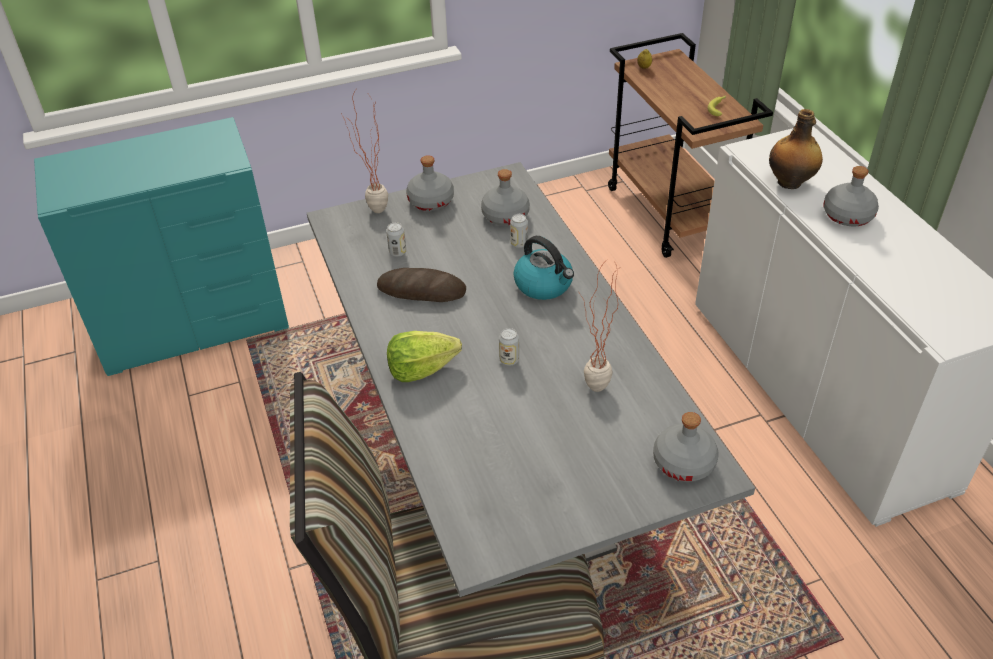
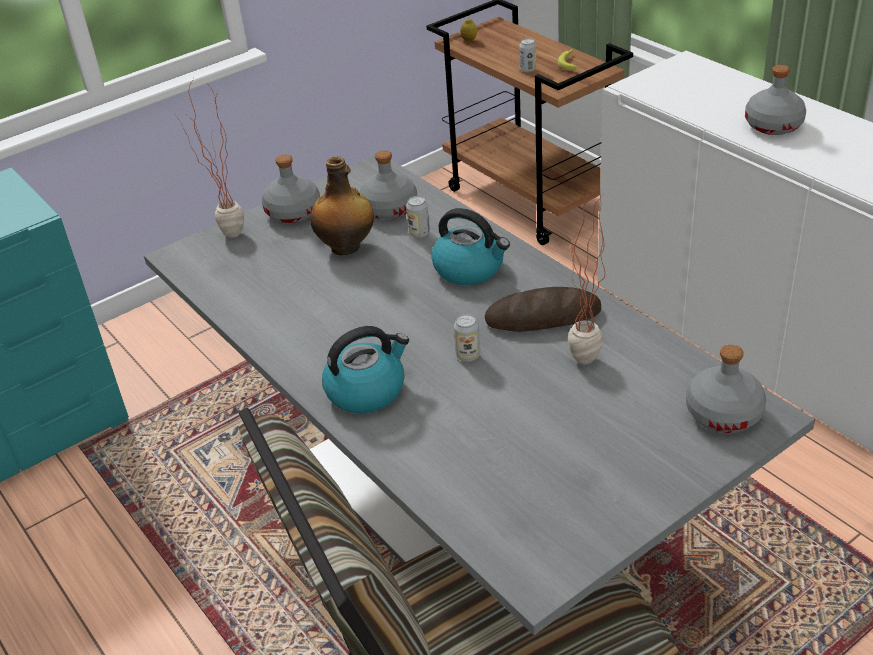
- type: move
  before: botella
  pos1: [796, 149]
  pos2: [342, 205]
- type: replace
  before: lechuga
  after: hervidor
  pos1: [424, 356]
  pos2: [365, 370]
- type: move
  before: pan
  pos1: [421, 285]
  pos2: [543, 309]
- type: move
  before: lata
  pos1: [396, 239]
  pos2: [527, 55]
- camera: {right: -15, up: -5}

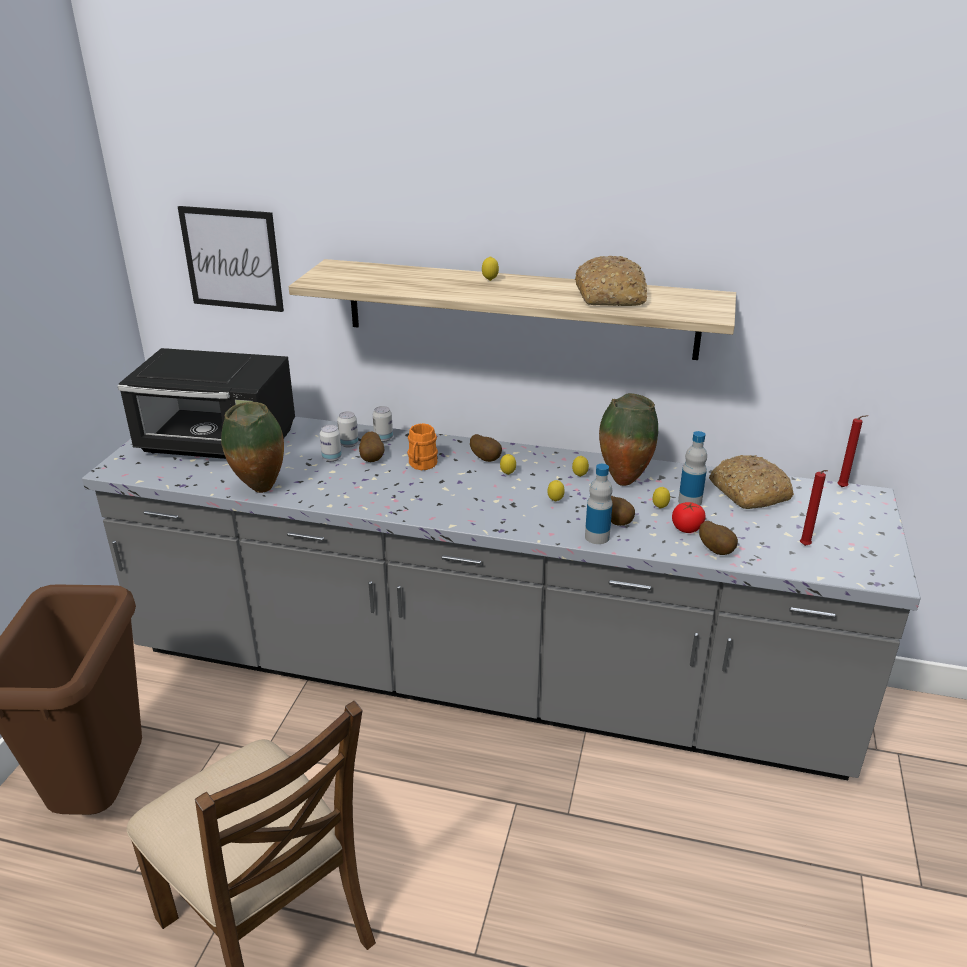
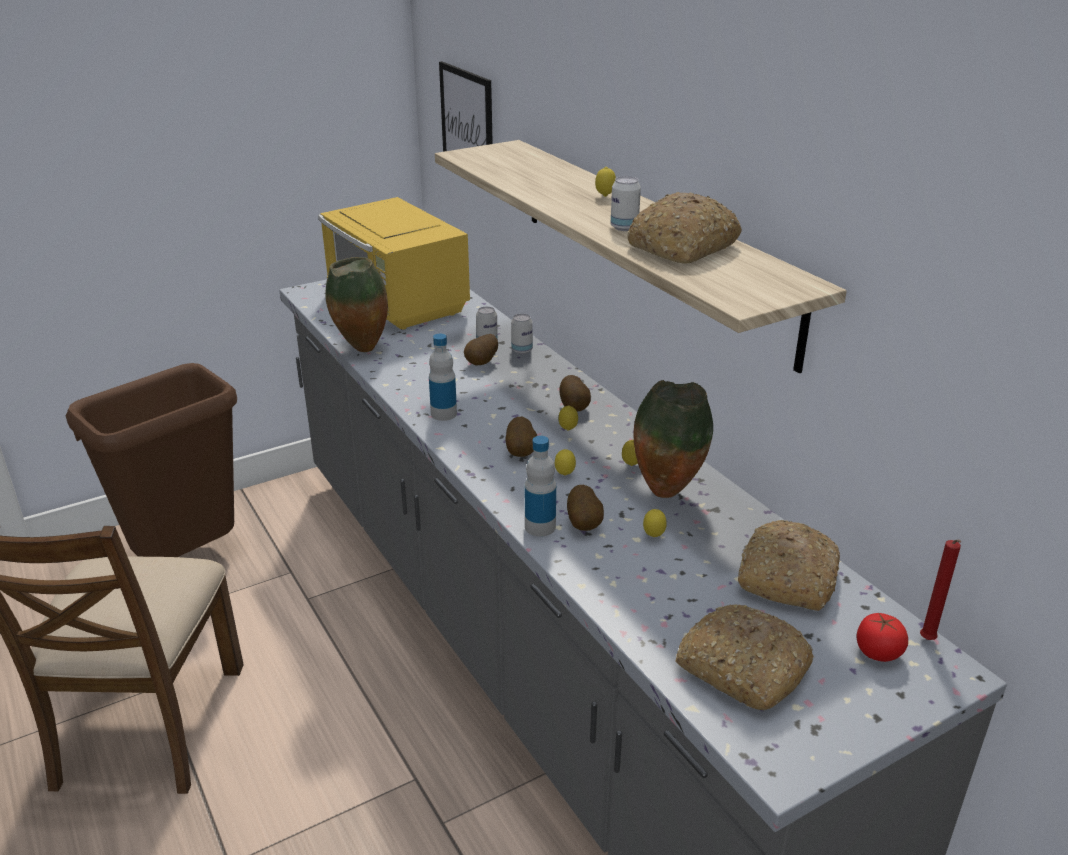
- type: recolor
  before: microondas [negro]
  after: microondas [amarillo]
  pos1: [206, 403]
  pos2: [394, 263]
- type: move
  before: botella
  pos1: [692, 468]
  pos2: [443, 377]
- type: move
  before: patata
  pos1: [718, 538]
  pos2: [521, 437]
- type: move
  before: lata
  pos1: [331, 443]
  pos2: [626, 203]
- type: replace
  before: vela [rojo]
  after: pan
  pos1: [814, 508]
  pos2: [745, 657]
- type: move
  before: tomate
  pos1: [689, 517]
  pos2: [882, 637]
- type: delete
  before: taza grande [naranja]
  pos1: [422, 446]
- camera: {right: 45, up: 0}

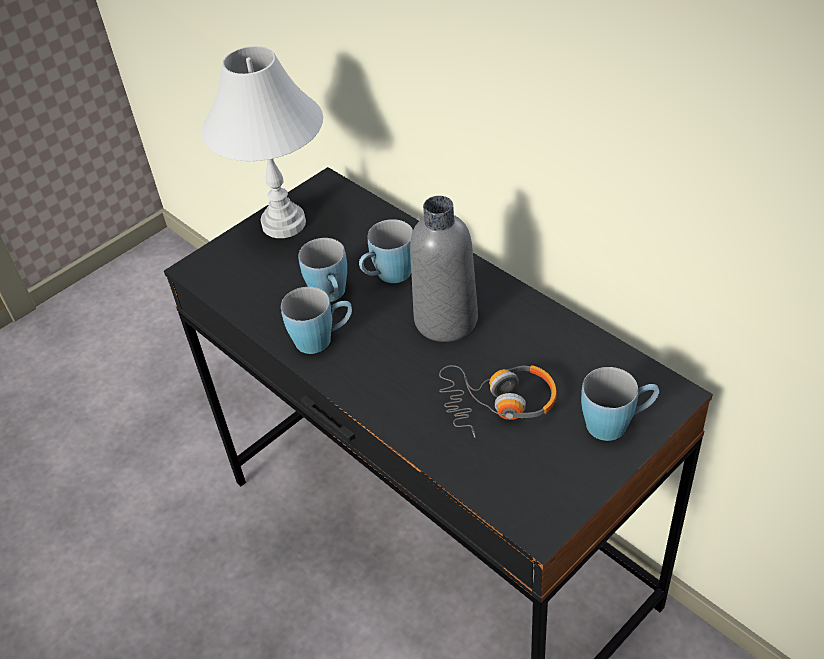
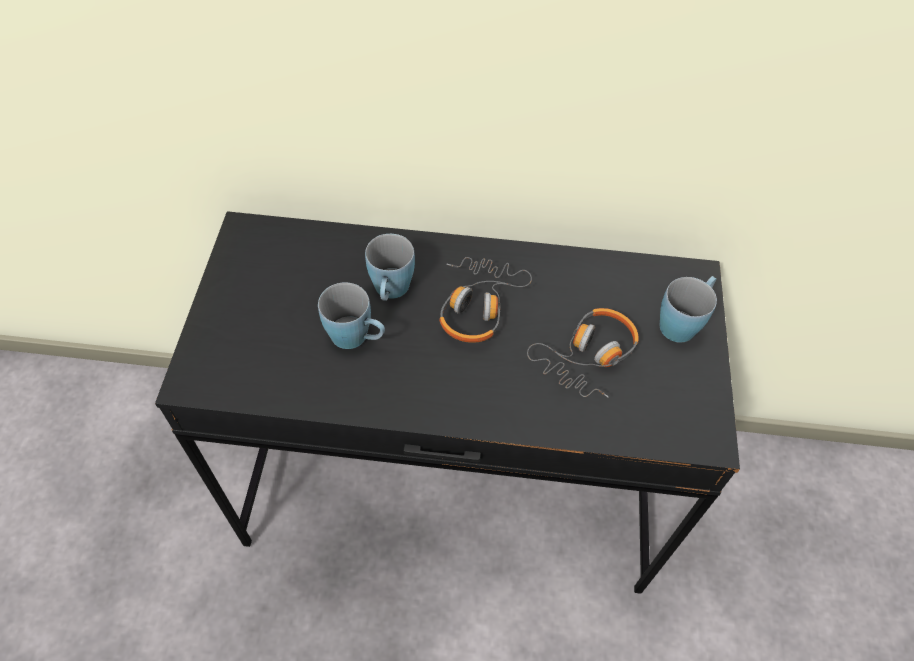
- type: replace
  before: botella [gris]
  after: auriculares
  pos1: [444, 269]
  pos2: [485, 300]
- type: delete
  before: lámpara de mesa [blanco]
  pos1: [262, 142]
- type: delete
  before: taza grande [azul]
  pos1: [316, 320]
- camera: {right: -45, up: 10}

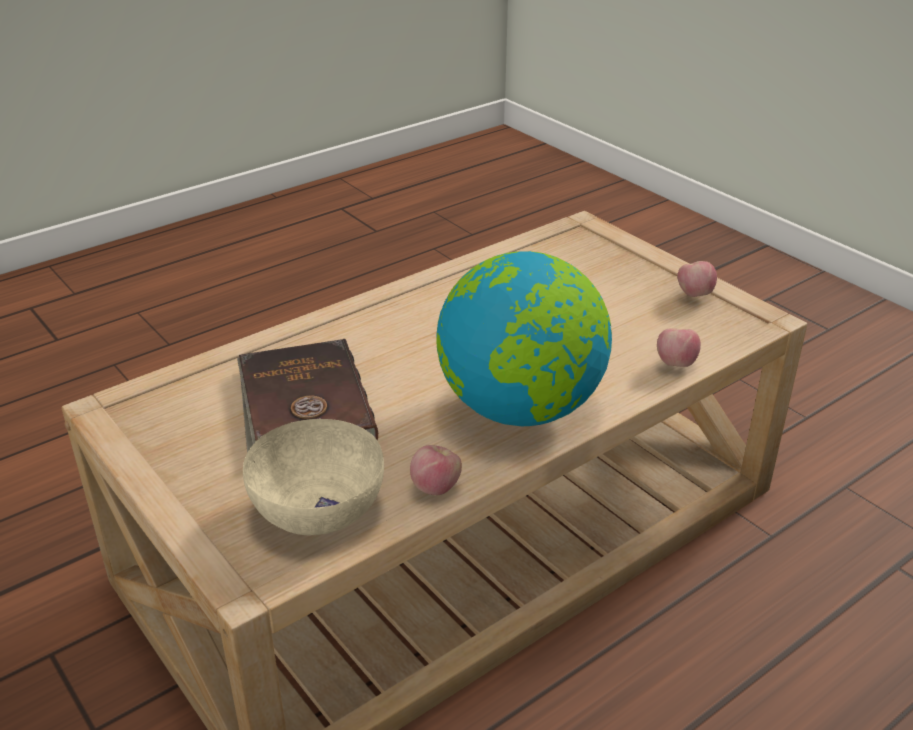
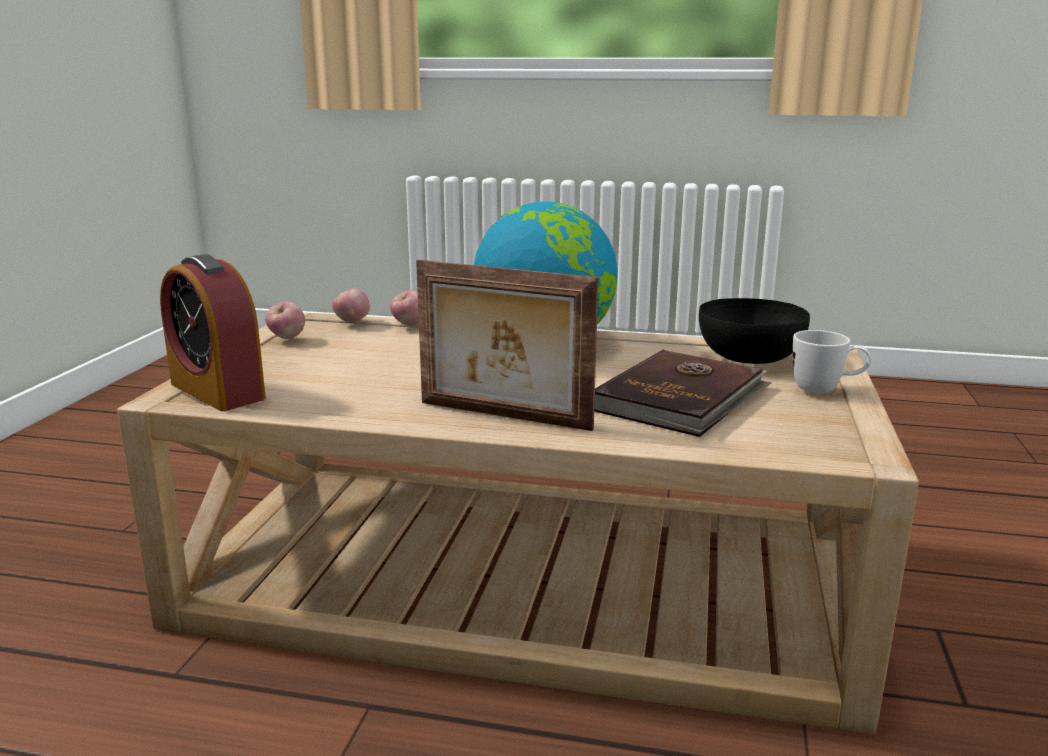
- type: insert
  after: despertador
  pos2: [213, 332]
- type: move
  before: manzana
  pos1: [436, 470]
  pos2: [351, 305]
- type: insert
  after: portarretratos
  pos2: [507, 345]
- type: recolor
  before: cuenco [beis]
  after: cuenco [negro]
  pos1: [313, 476]
  pos2: [754, 331]
- type: insert
  after: taza grande [blanco]
  pos2: [832, 361]
- camera: {right: -130, up: -15}

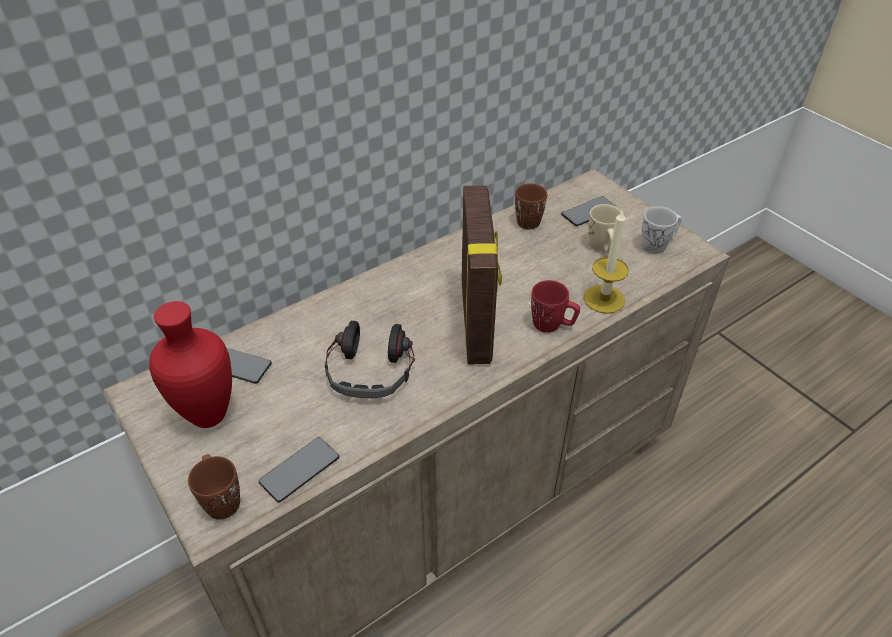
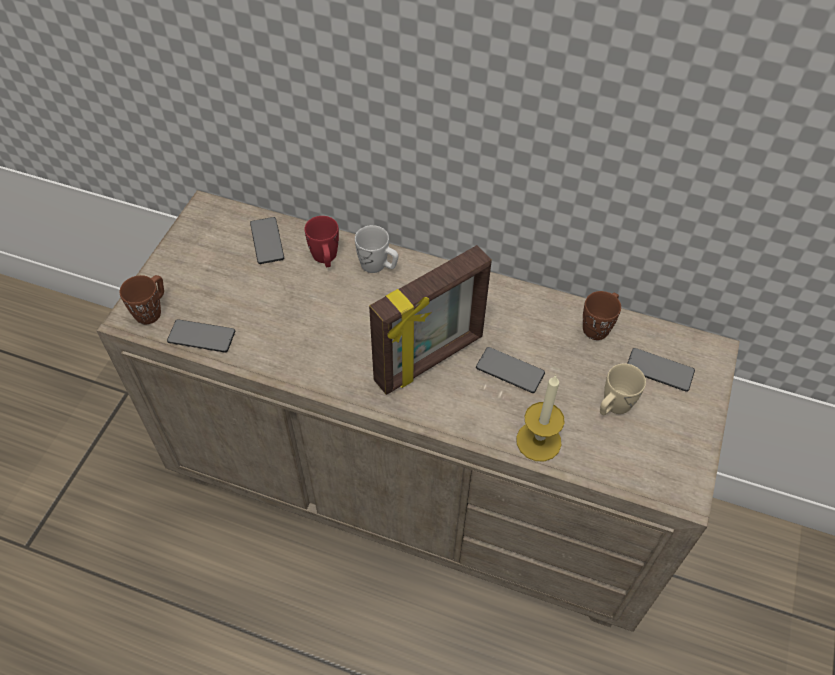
- type: move
  before: taza grande [rojo]
  pos1: [555, 306]
  pos2: [321, 241]
- type: move
  before: taza grande [blanco]
  pos1: [662, 230]
  pos2: [376, 249]
- type: insert
  after: móvil
  pos2: [510, 370]
- type: delete
  before: florero [rojo]
  pos1: [190, 364]
- type: delete
  before: auriculares
  pos1: [370, 359]
- camera: {right: 55, up: 10}

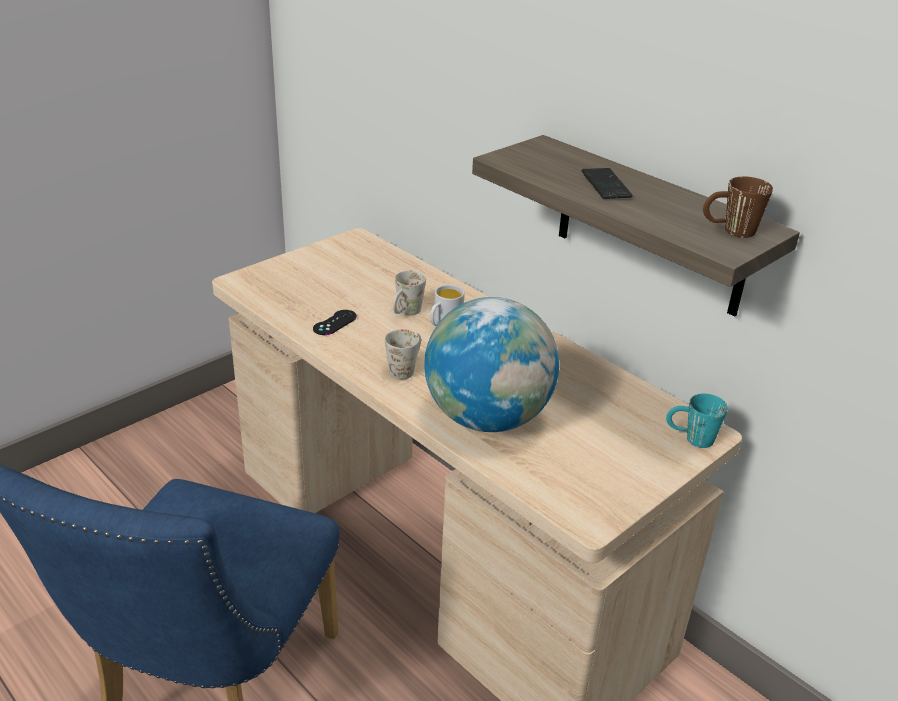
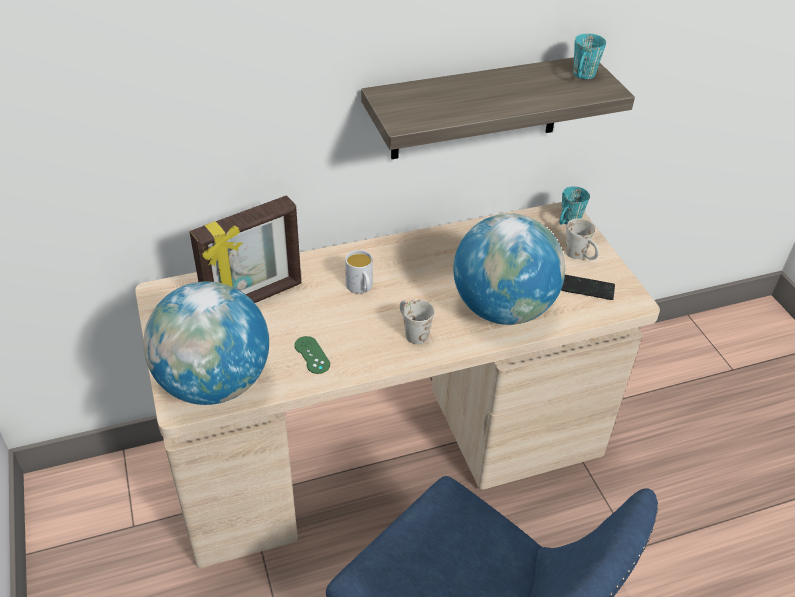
- type: insert
  after: globo terráqueo
  pos2: [206, 343]
- type: insert
  after: portarretratos
  pos2: [245, 249]
- type: recolor
  before: mando de consola [negro]
  after: mando de consola [verde]
  pos1: [335, 322]
  pos2: [312, 355]
- type: move
  before: móvil
  pos1: [607, 183]
  pos2: [588, 287]
- type: move
  before: taza grande [blanco]
  pos1: [409, 292]
  pos2: [582, 239]
- type: recolor
  before: taza grande [marrón]
  after: taza grande [turquesa]
  pos1: [738, 207]
  pos2: [589, 56]
- camera: {right: -65, up: 10}

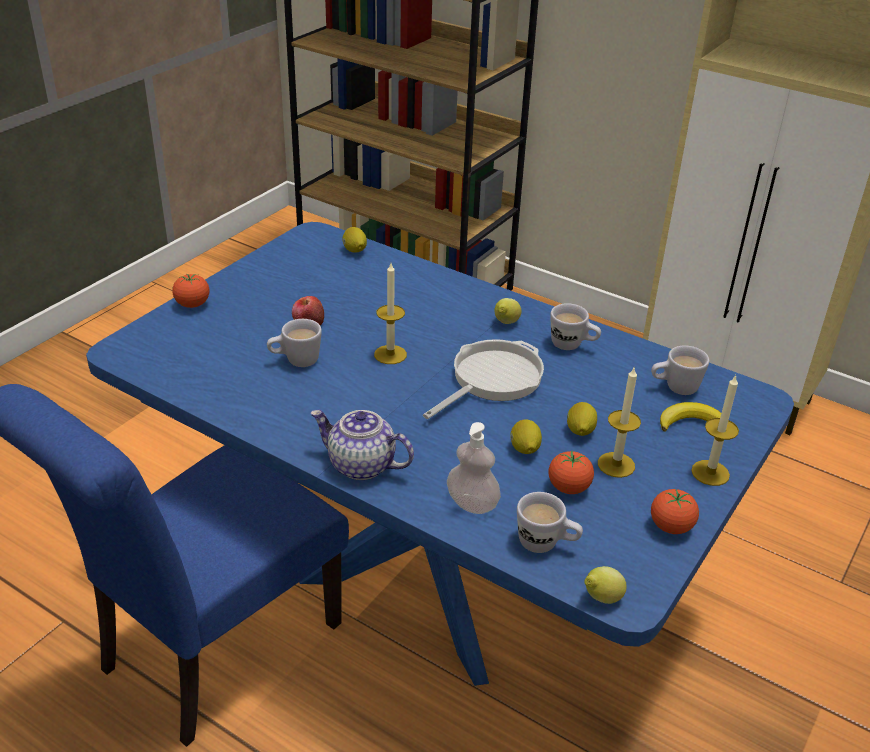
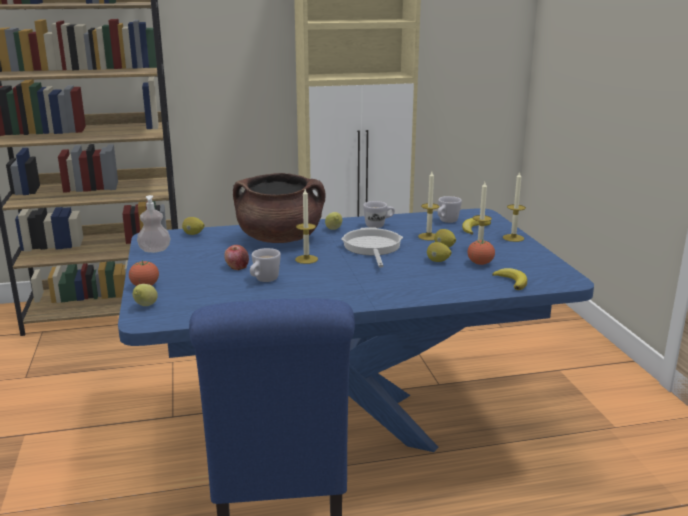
- type: move
  before: limón
  pos1: [605, 585]
  pos2: [145, 295]
- type: move
  before: dispensador de jabón
  pos1: [474, 468]
  pos2: [154, 224]
- type: insert
  after: olla [marrón]
  pos2: [279, 208]
- type: insert
  after: vela
  pos2: [428, 206]
- type: replace
  before: taza grande [blanco]
  after: plátano
  pos1: [550, 522]
  pos2: [509, 279]
- type: delete
  before: tetera
  pos1: [362, 445]
- type: delete
  before: tomate
  pos1: [675, 511]
- camera: {right: -45, up: -15}

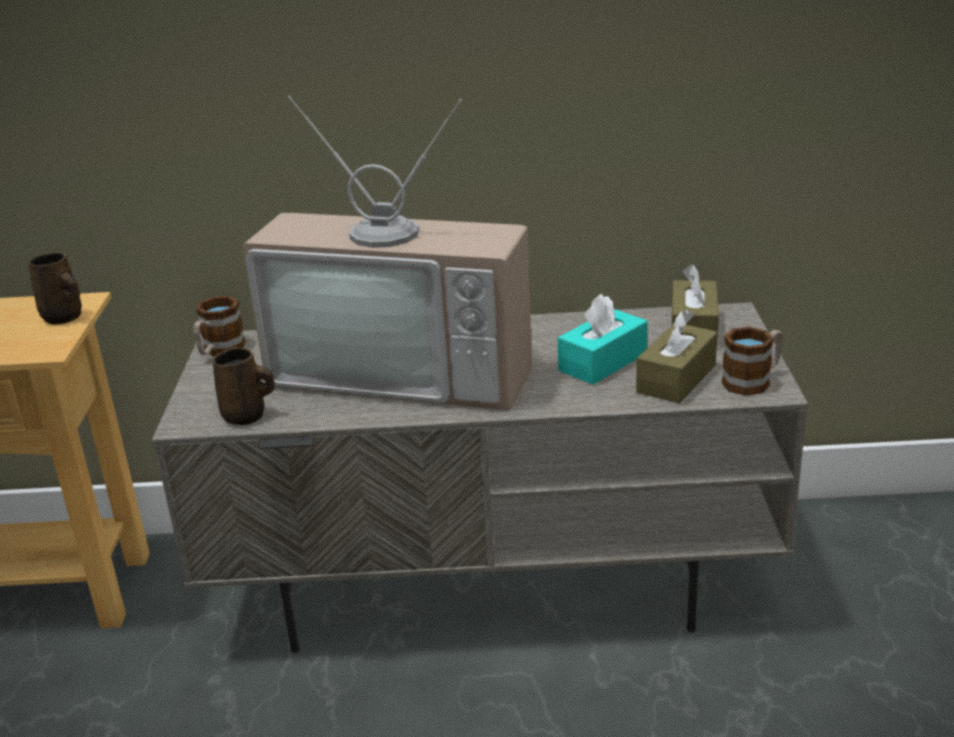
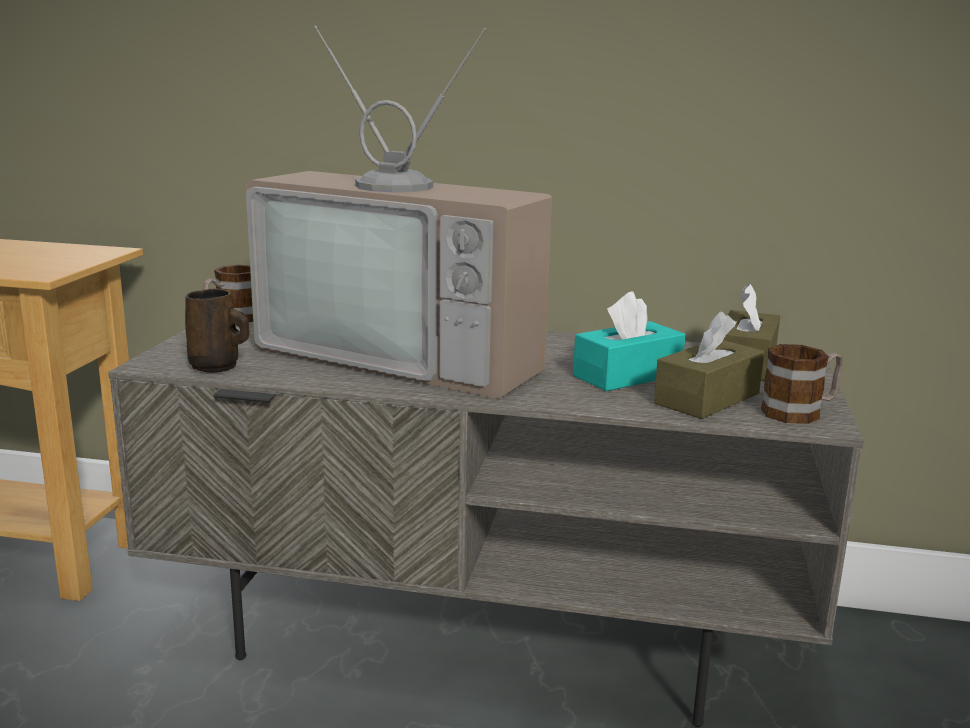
- type: delete
  before: taza grande [marrón]
  pos1: [55, 288]
- camera: {right: 10, up: -10}

